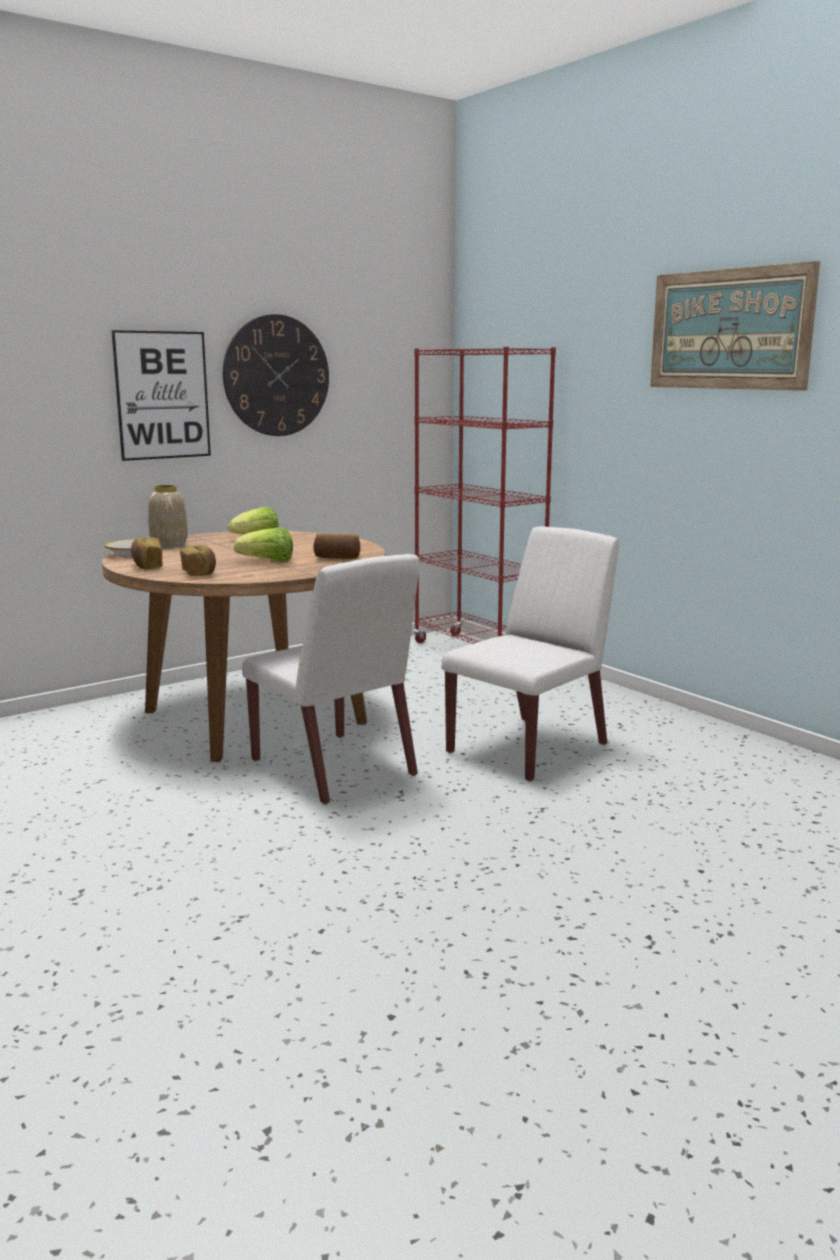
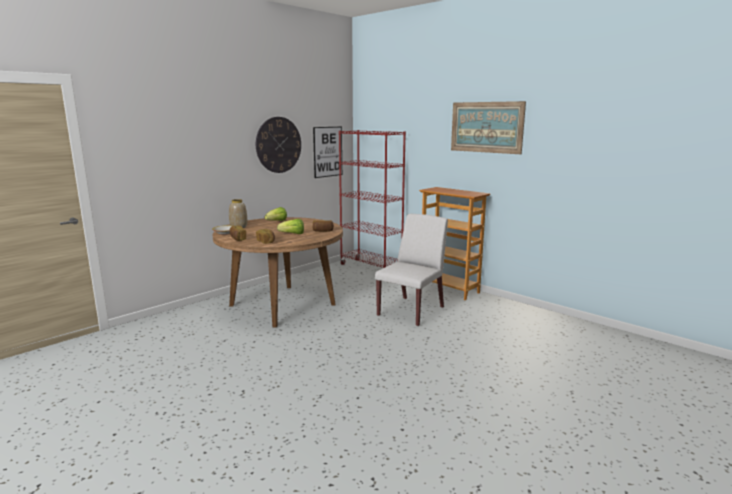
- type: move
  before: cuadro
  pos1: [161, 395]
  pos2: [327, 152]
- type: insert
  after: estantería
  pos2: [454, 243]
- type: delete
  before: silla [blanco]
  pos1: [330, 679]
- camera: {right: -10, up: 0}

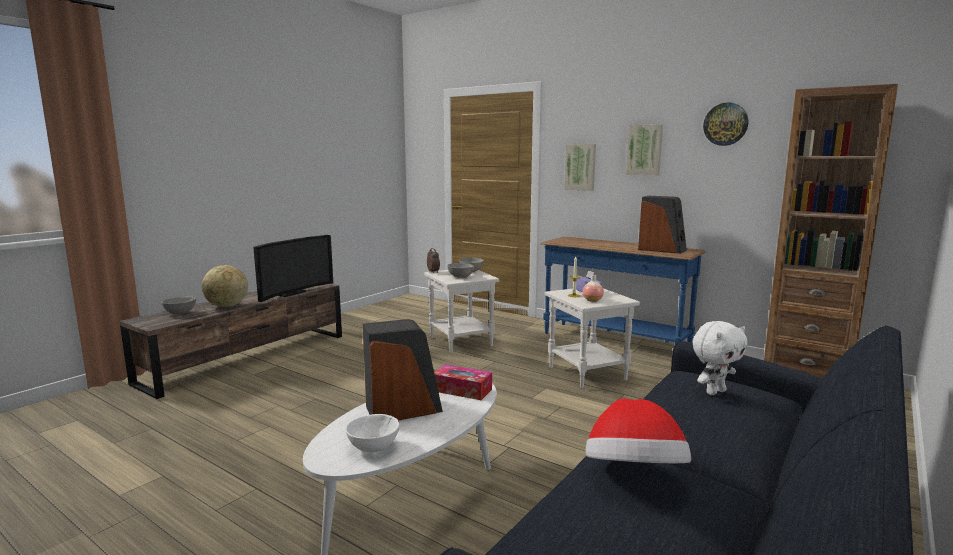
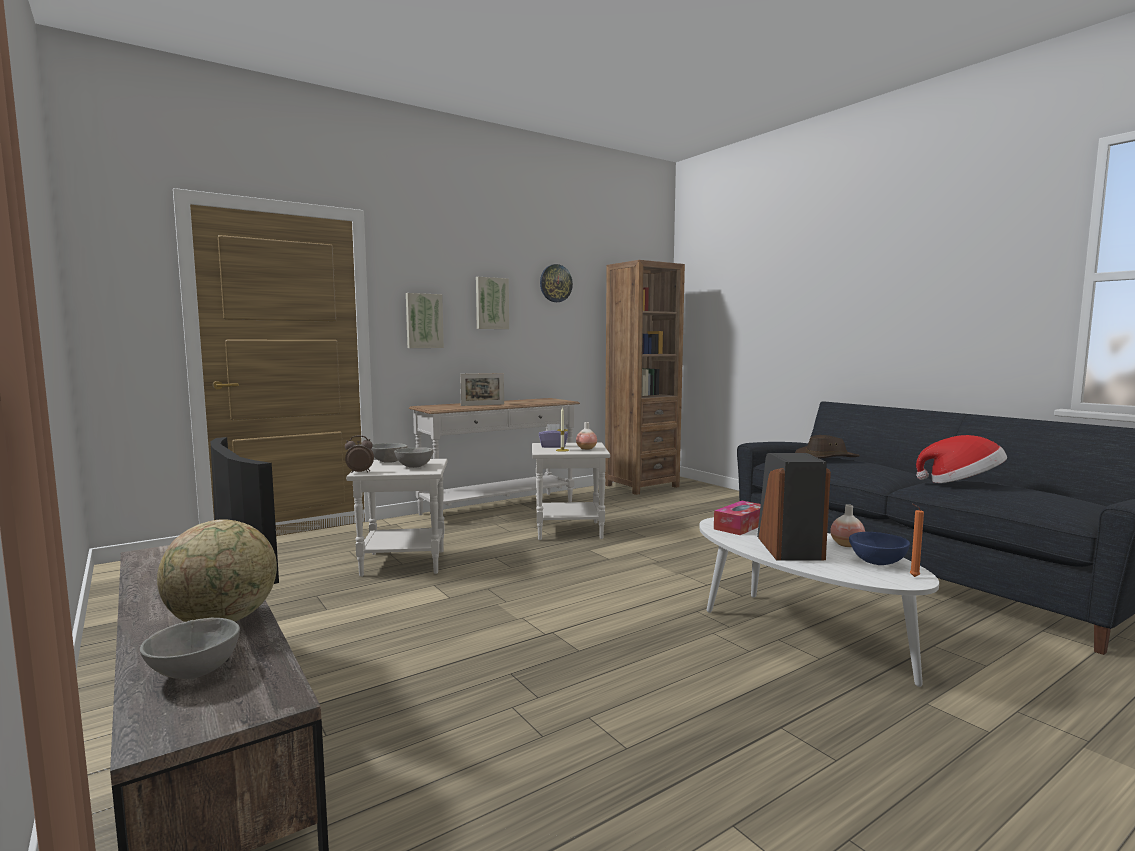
- type: recolor
  before: mesa consola [azul]
  after: mesa consola [blanco]
  pos1: [623, 290]
  pos2: [494, 456]
- type: insert
  after: portarretratos
  pos2: [482, 389]
- type: replace
  before: peluche [blanco]
  after: sombrero [marrón]
  pos1: [720, 358]
  pos2: [827, 447]
- type: insert
  after: florero
  pos2: [847, 525]
- type: recolor
  before: cuenco [blanco]
  after: cuenco [azul]
  pos1: [372, 433]
  pos2: [879, 548]
- type: insert
  after: vela [naranja]
  pos2: [917, 540]
- type: delete
  before: altavoz
  pos1: [662, 225]
- camera: {right: -70, up: -5}

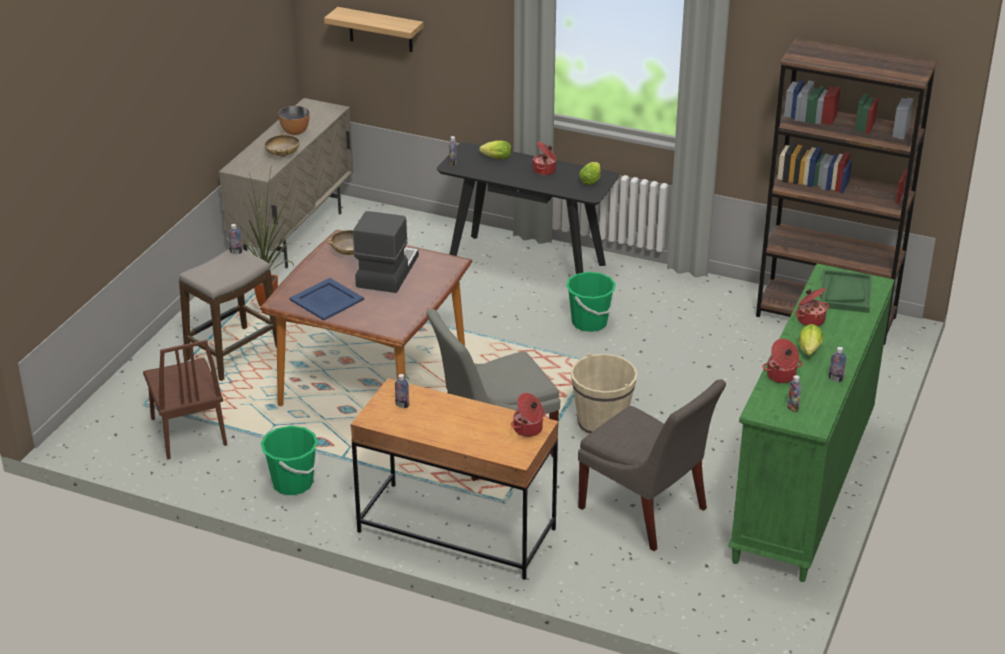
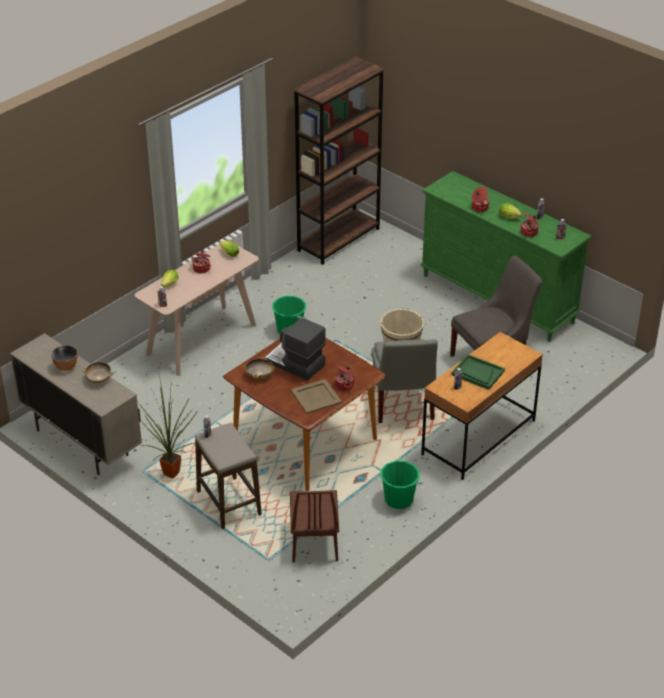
- type: recolor
  before: mesa consola [negro]
  after: mesa consola [beis]
  pos1: [528, 208]
  pos2: [197, 310]
- type: rotate
  before: silla [marrón]
  pos1: [185, 399]
  pos2: [314, 526]
  turn: 90
- type: recolor
  before: bandeja [azul]
  after: bandeja [beis]
  pos1: [326, 299]
  pos2: [316, 396]
- type: move
  before: olla
  pos1: [528, 415]
  pos2: [345, 378]
- type: move
  before: bandeja [verde]
  pos1: [846, 291]
  pos2: [478, 372]
- type: delete
  before: estante
  pos1: [373, 29]
- camera: {right: -70, up: 5}

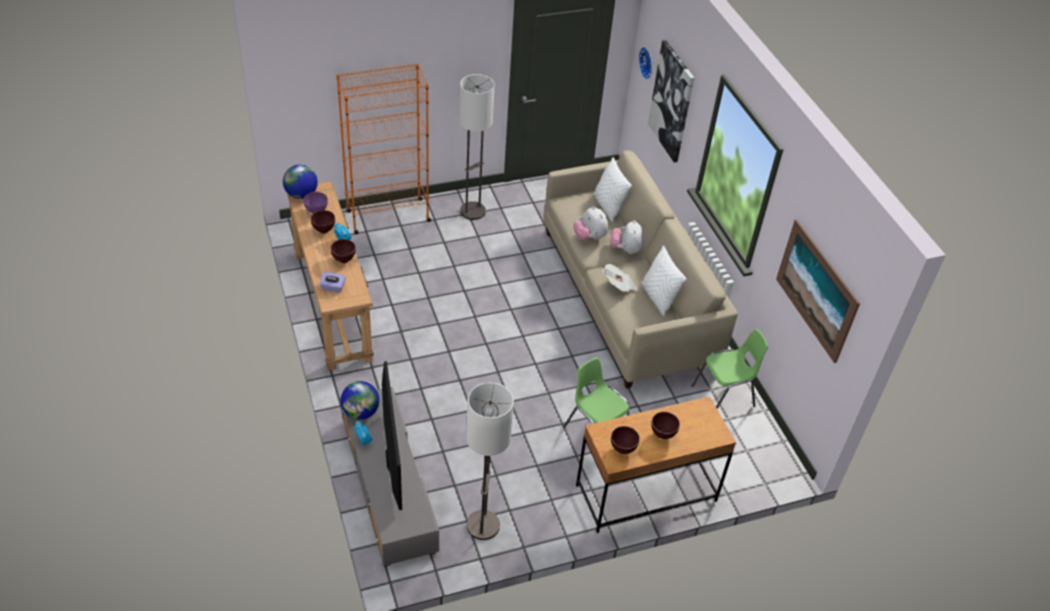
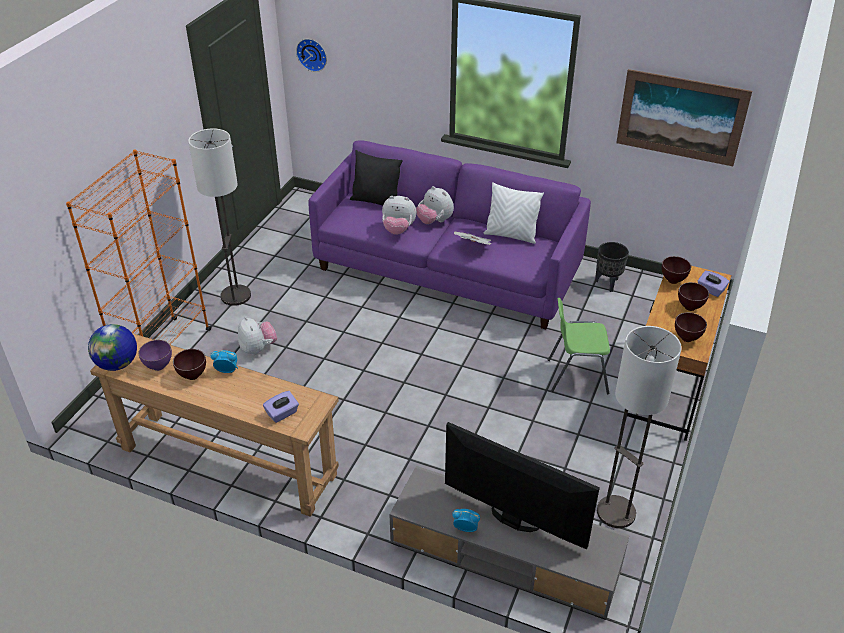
- type: insert
  after: peluche
  pos2: [257, 336]
- type: recolor
  before: sofá [beis]
  after: sofá [morado]
  pos1: [640, 269]
  pos2: [449, 234]
- type: recolor
  before: cojín [blanco]
  after: cojín [negro]
  pos1: [612, 189]
  pos2: [376, 177]
- type: replace
  before: silla [verde]
  after: maceta [negro]
  pos1: [730, 369]
  pos2: [612, 267]
- type: move
  before: cuenco [marrón]
  pos1: [343, 251]
  pos2: [676, 270]
- type: insert
  after: caja de pañuelos [morado]
  pos2: [713, 284]
- type: delete
  before: globo terráqueo
  pos1: [360, 400]
- type: delete
  before: cuadro
  pos1: [671, 101]
- camera: {right: -45, up: -5}

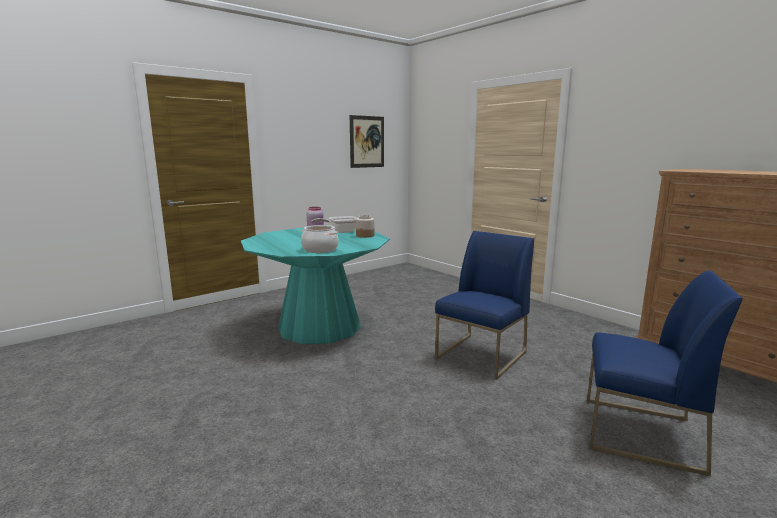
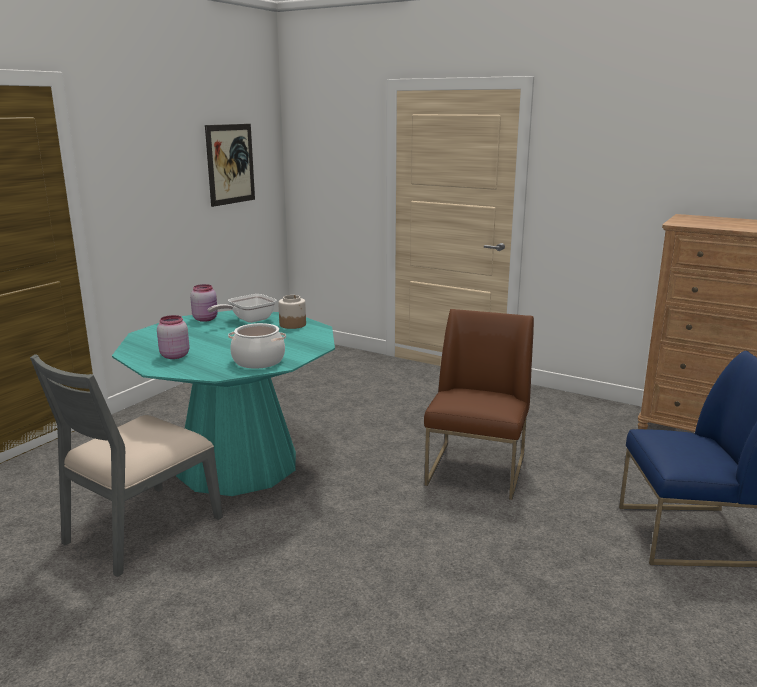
- type: insert
  after: silla [gris]
  pos2: [126, 465]
- type: insert
  after: tarro [rosa]
  pos2: [173, 337]
- type: recolor
  before: silla [azul]
  after: silla [marrón]
  pos1: [484, 305]
  pos2: [479, 404]
- camera: {right: -20, up: 5}

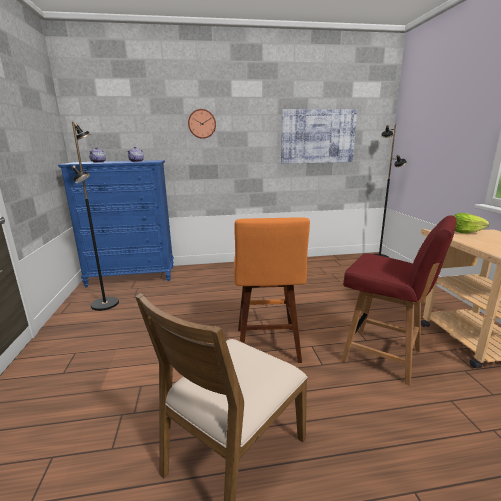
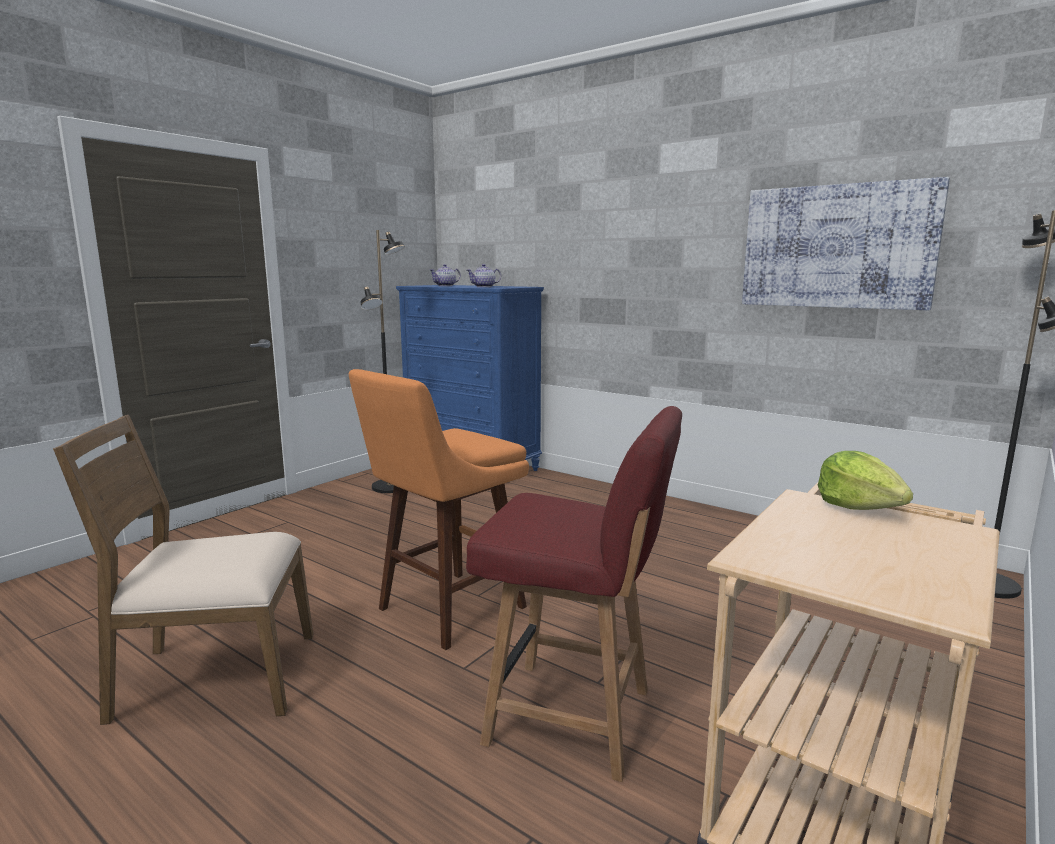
- type: rotate
  before: silla [rojo]
  pos1: [398, 300]
  pos2: [574, 594]
  turn: -60
- type: delete
  before: reloj de pared
  pos1: [202, 124]
- camera: {right: 45, up: -5}

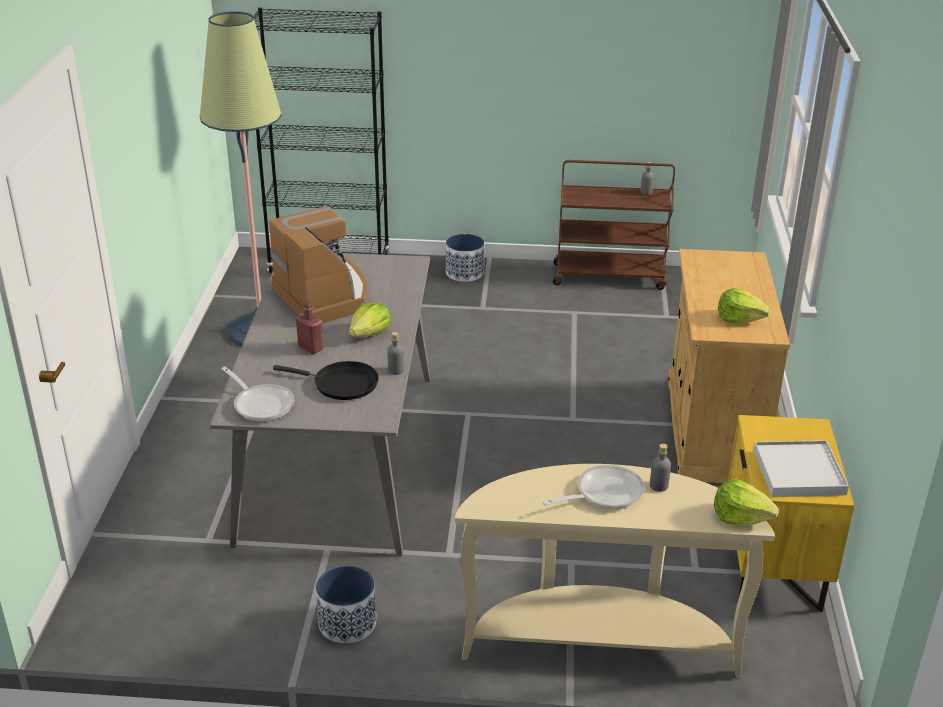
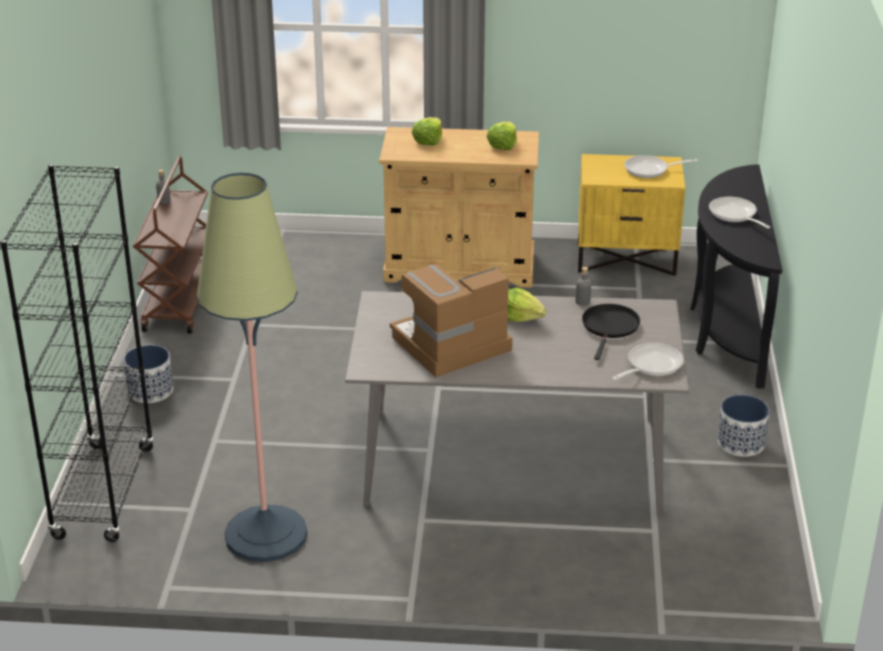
- type: move
  before: lechuga
  pos1: [746, 502]
  pos2: [427, 131]
- type: replace
  before: bandeja [blanco]
  after: sartén
  pos1: [801, 468]
  pos2: [661, 166]
- type: recolor
  before: mesa consola [beis]
  after: mesa consola [negro]
  pos1: [615, 571]
  pos2: [736, 277]
- type: delete
  before: botella [rojo]
  pos1: [310, 327]
- type: delete
  before: botella [gris]
  pos1: [660, 468]
- camera: {right: -90, up: 0}

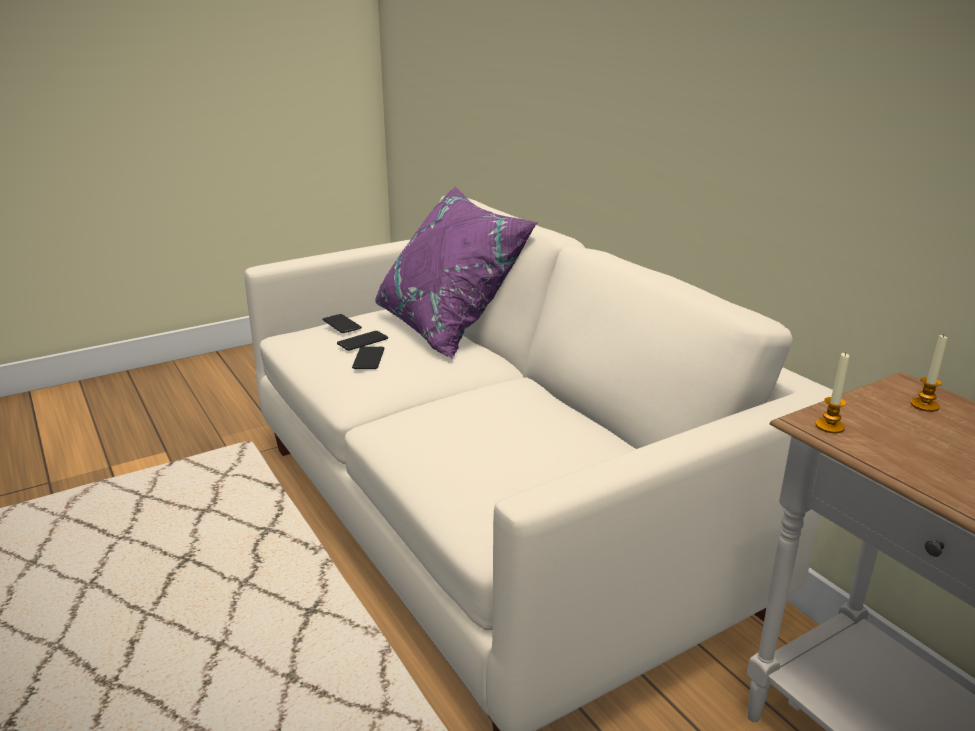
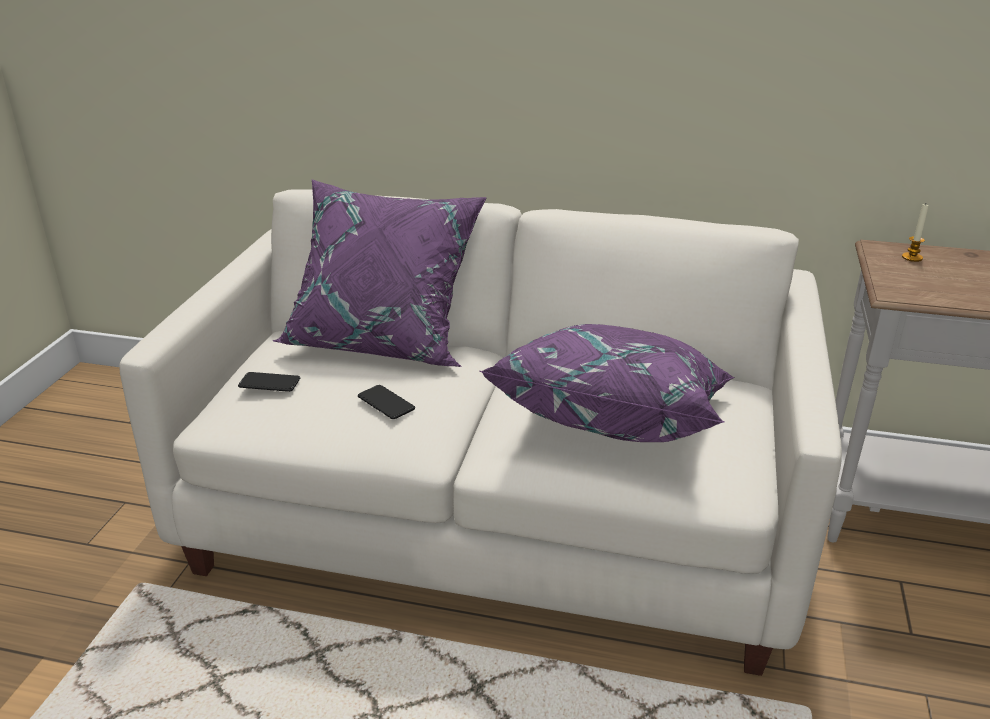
- type: insert
  after: cojín [morado]
  pos2: [607, 383]
- type: delete
  before: móvil
  pos1: [362, 340]
- type: delete
  before: vela
  pos1: [832, 393]
- camera: {right: -45, up: 5}

